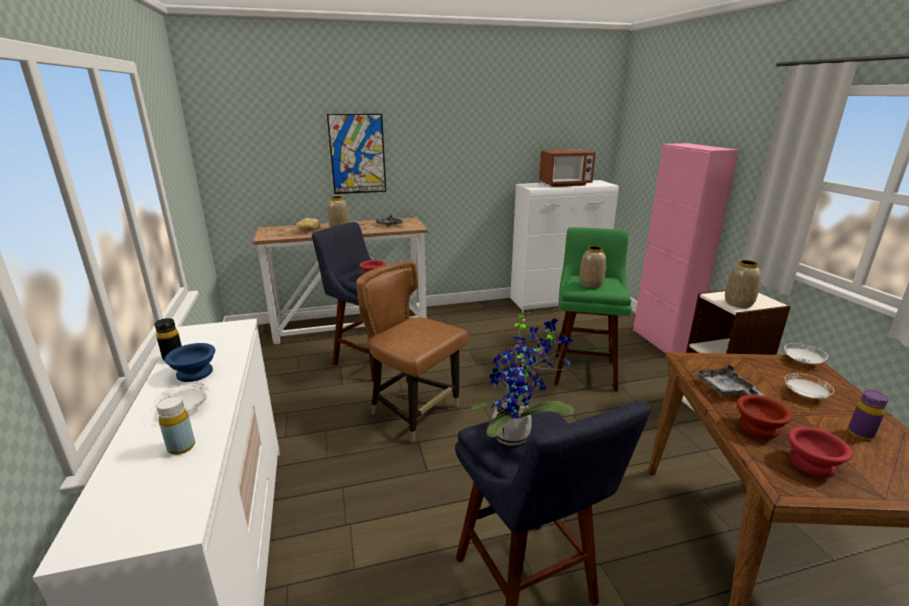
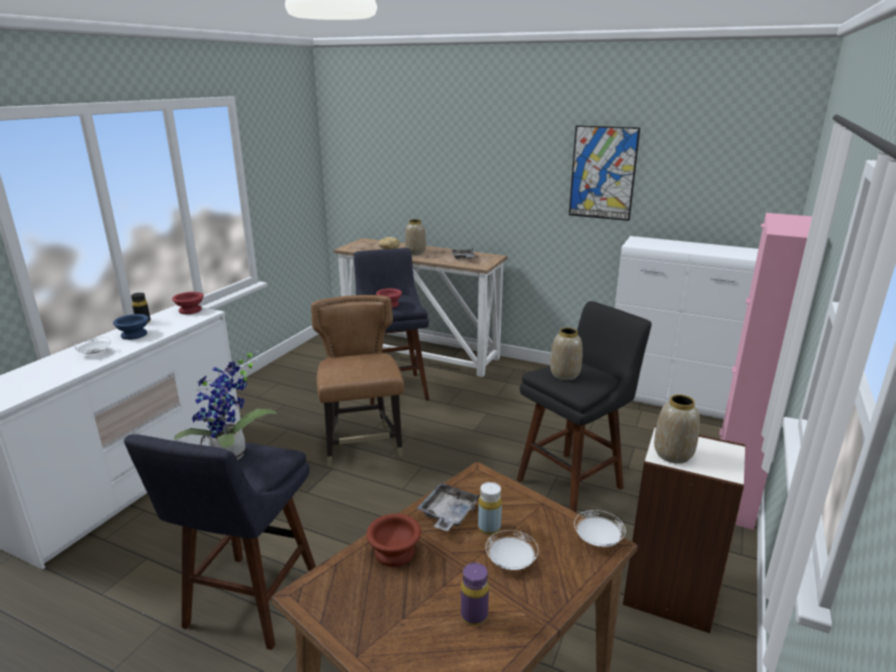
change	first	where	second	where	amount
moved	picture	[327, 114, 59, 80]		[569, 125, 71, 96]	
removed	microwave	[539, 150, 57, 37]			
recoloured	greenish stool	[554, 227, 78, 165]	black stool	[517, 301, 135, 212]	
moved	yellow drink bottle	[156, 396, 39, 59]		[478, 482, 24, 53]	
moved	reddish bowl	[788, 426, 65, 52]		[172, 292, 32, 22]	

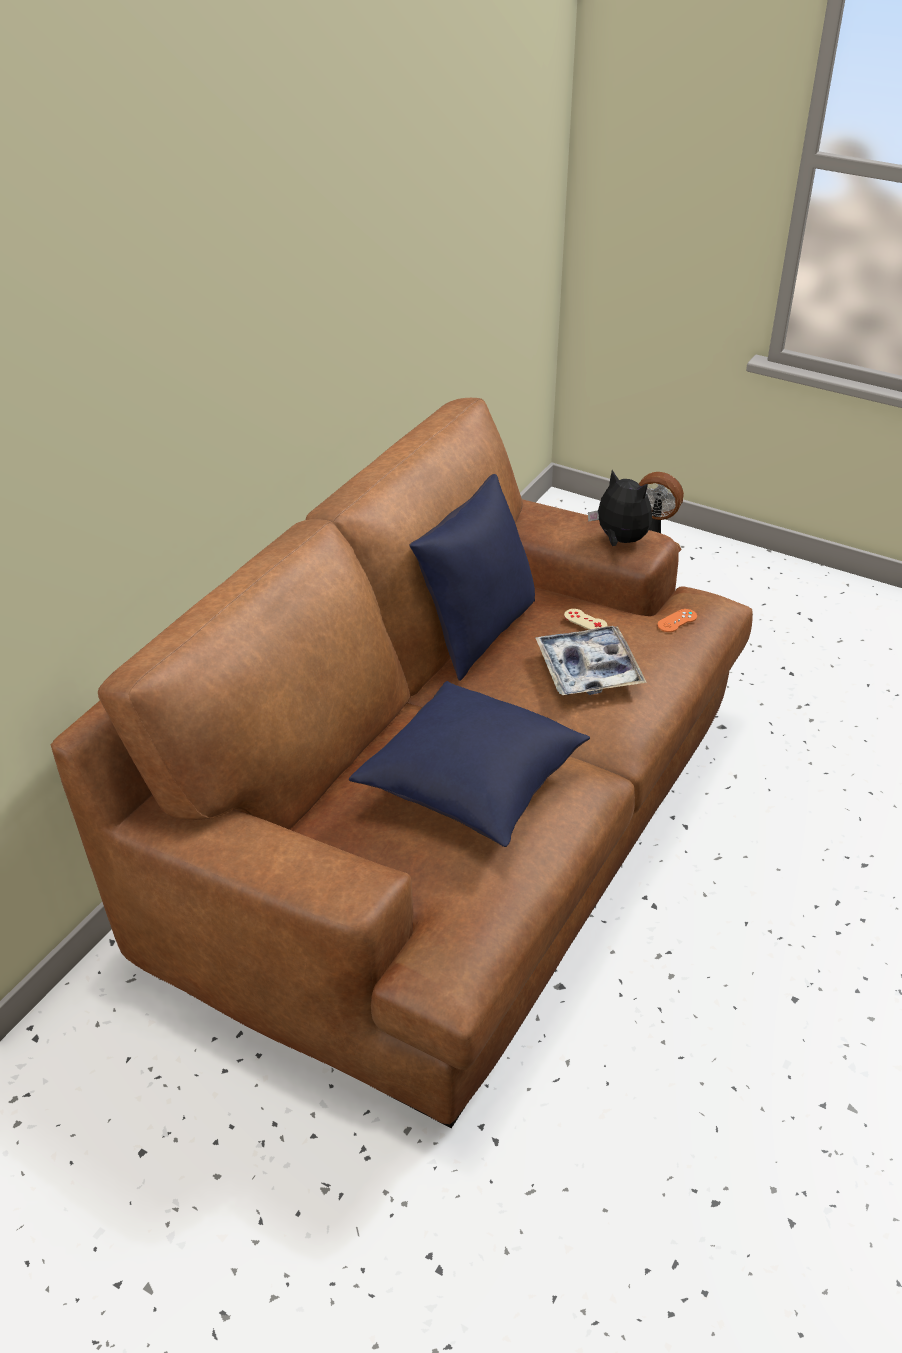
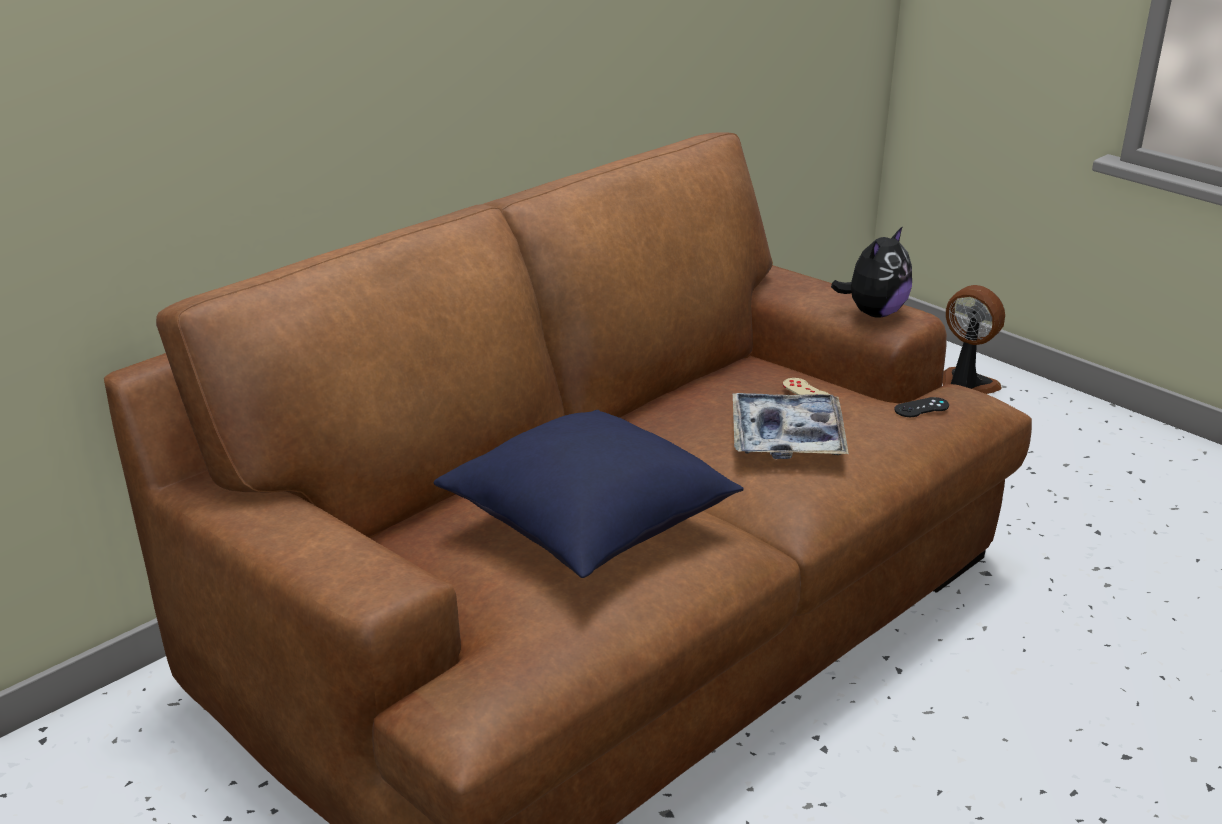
change	first	where	second	where	amount
turned	plush toy	[588, 470, 64, 76]		[831, 226, 81, 92]	75 degrees clockwise
removed	blue-coloured cushion	[409, 474, 126, 207]			
recoloured	orange game controller	[657, 609, 40, 23]	black game controller	[895, 397, 54, 20]	

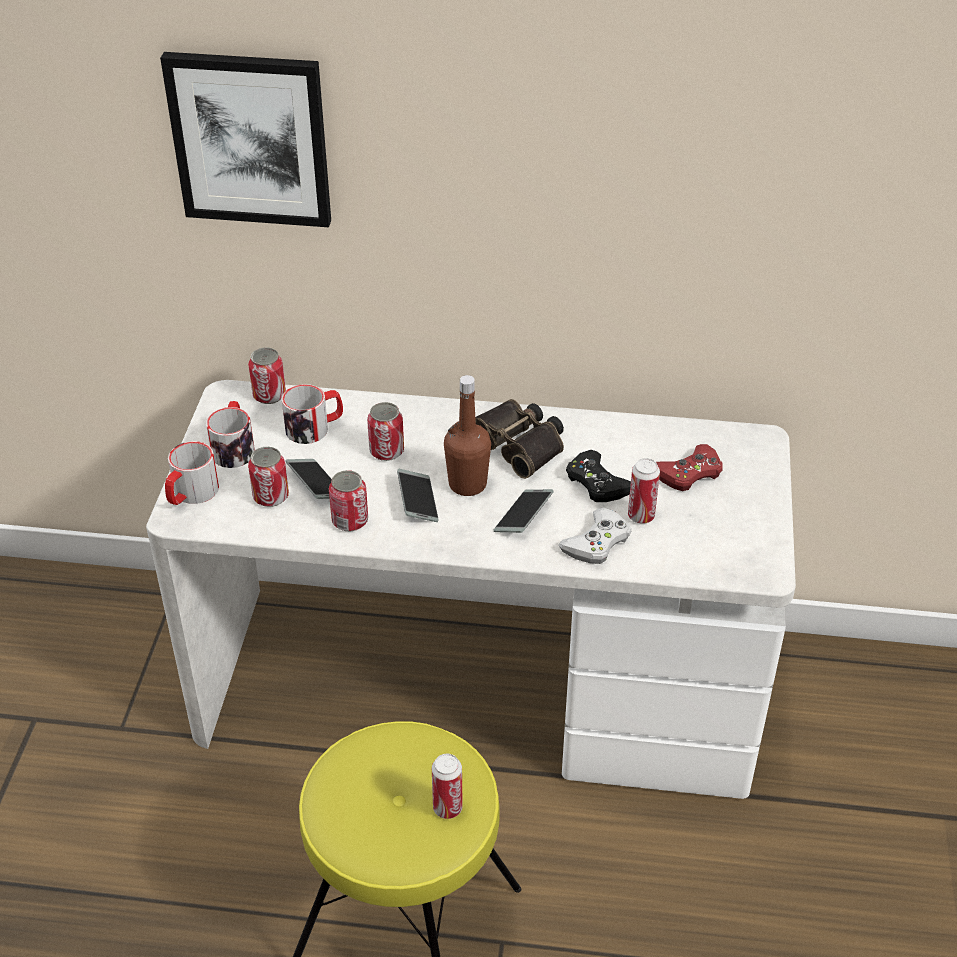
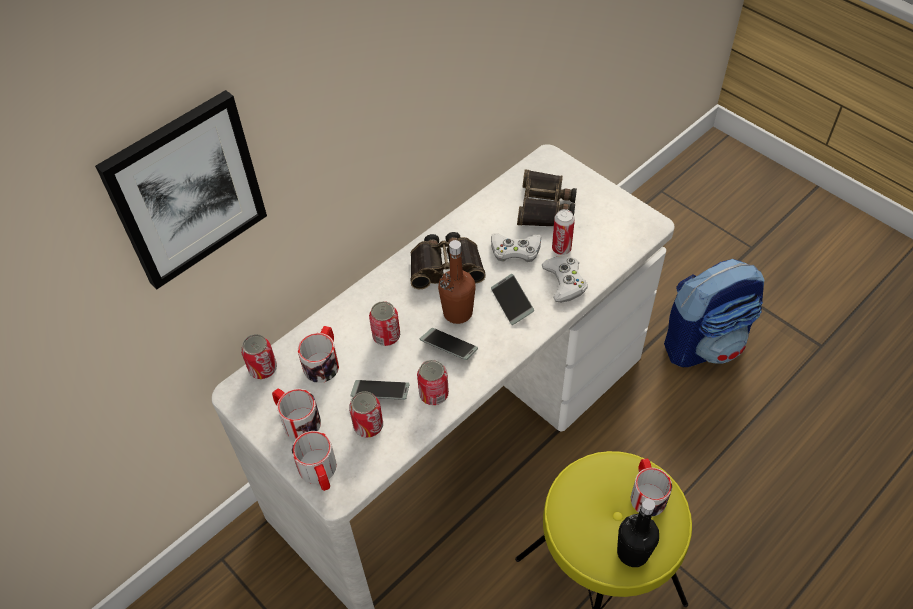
change	first	where	second	where	amount
replaced	reddish game controller	[656, 444, 67, 47]	pair of binoculars	[517, 169, 60, 57]	
recoloured	black game controller	[566, 450, 65, 52]	white-coloured game controller	[491, 233, 50, 29]	
replaced	metal can	[432, 754, 31, 65]	tea mug	[631, 459, 41, 57]	
added			backpack	[664, 259, 100, 108]	
added			black drink bottle	[617, 498, 42, 69]	

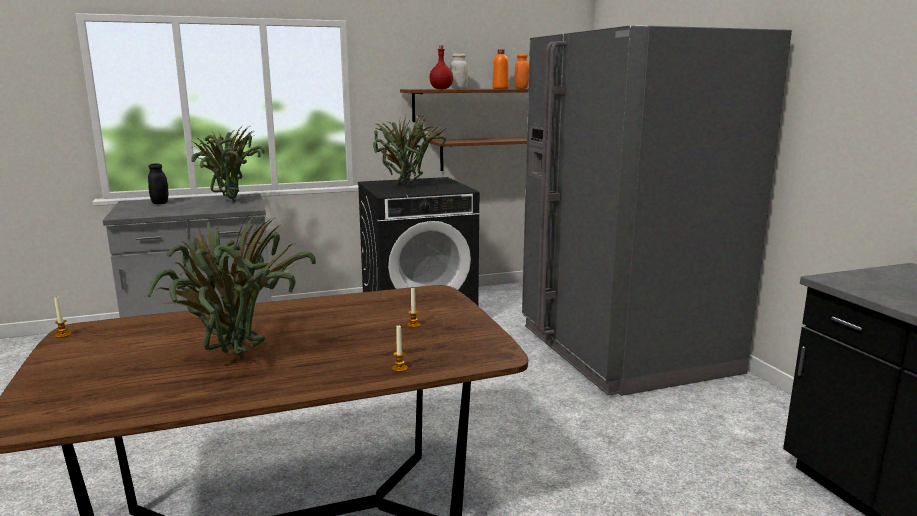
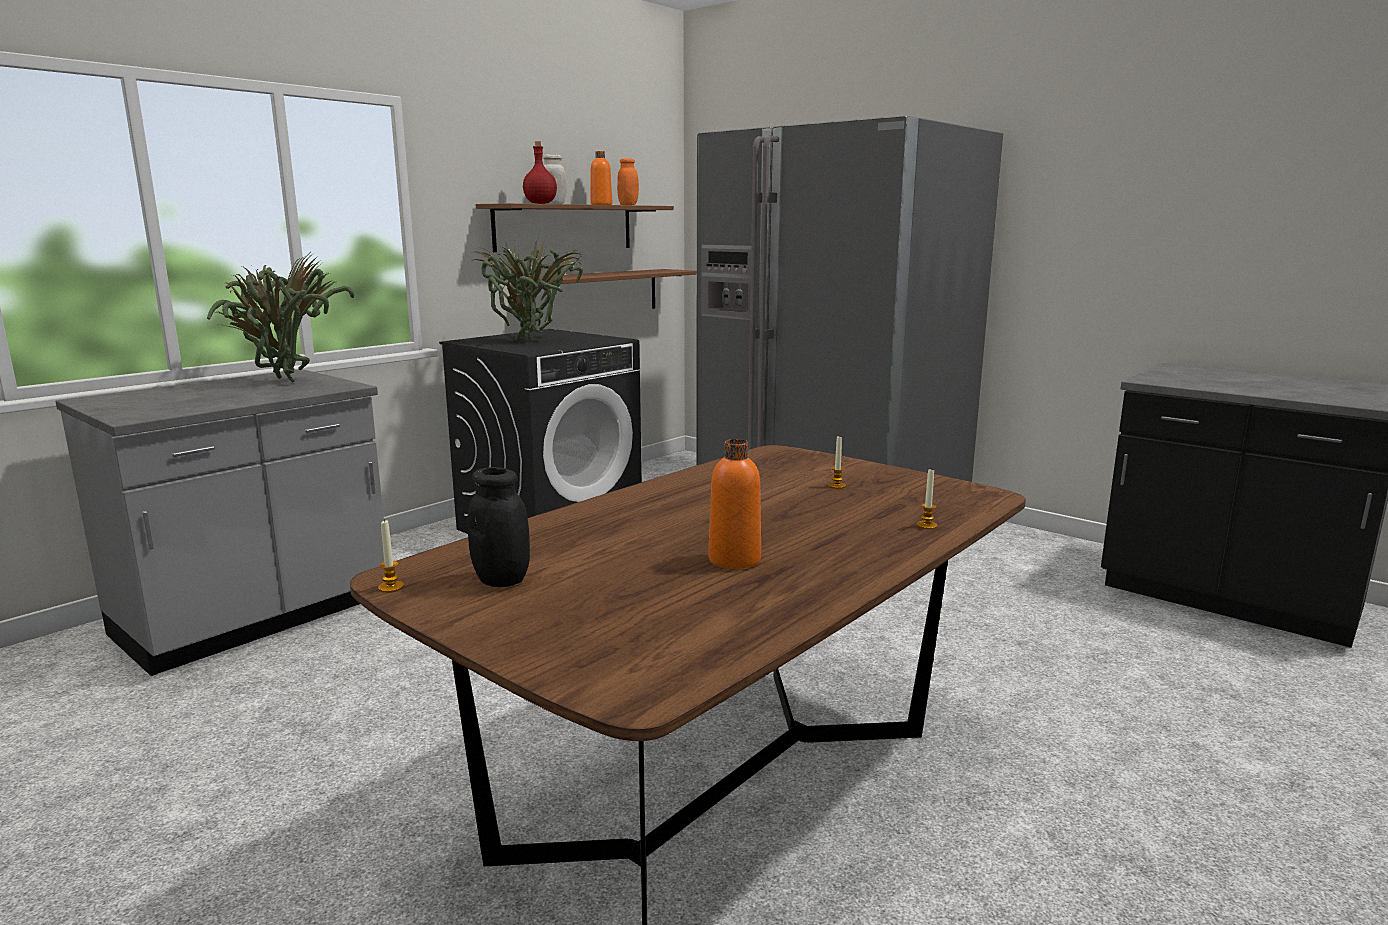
change	first	where	second	where	amount
moved	black preserve jar	[148, 164, 20, 40]		[467, 467, 63, 120]	
replaced	potted plant	[147, 214, 169, 144]	orange drink bottle	[708, 439, 53, 130]	

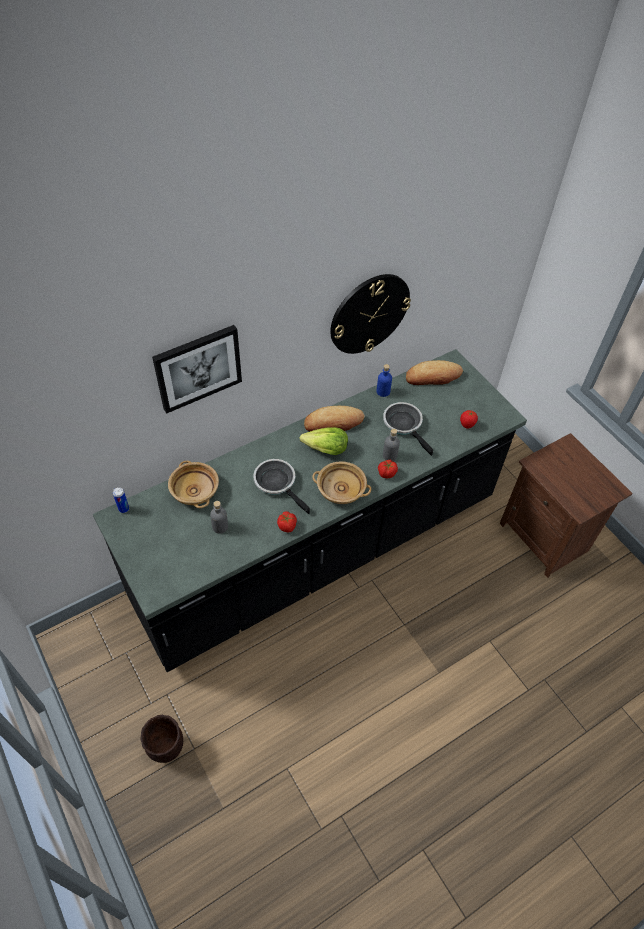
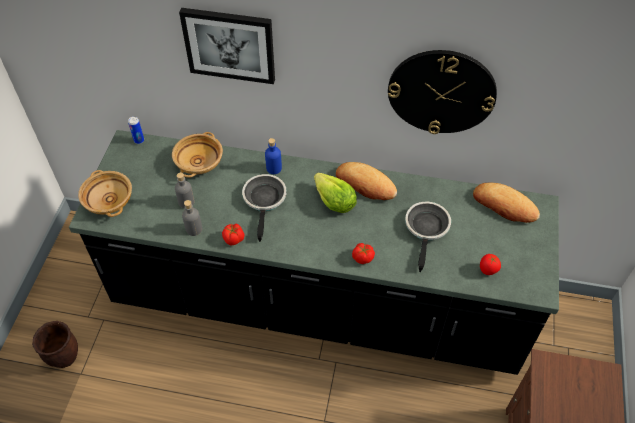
change	first	where	second	where	amount
moved	blue-coloured drink bottle	[377, 364, 15, 33]		[265, 138, 17, 36]	
moved	gray drink bottle	[383, 429, 17, 32]		[182, 200, 20, 36]	
moved	beige-coloured bowl	[312, 461, 59, 43]		[78, 170, 54, 47]	

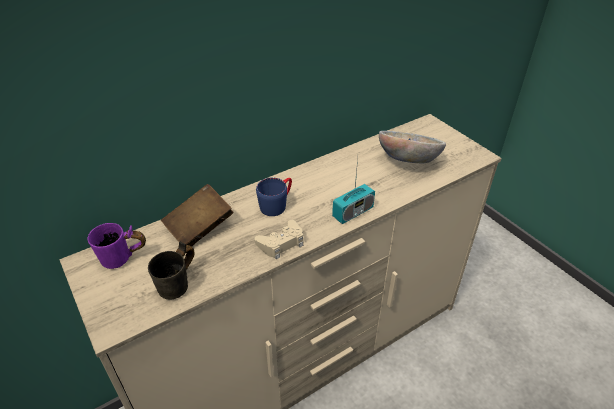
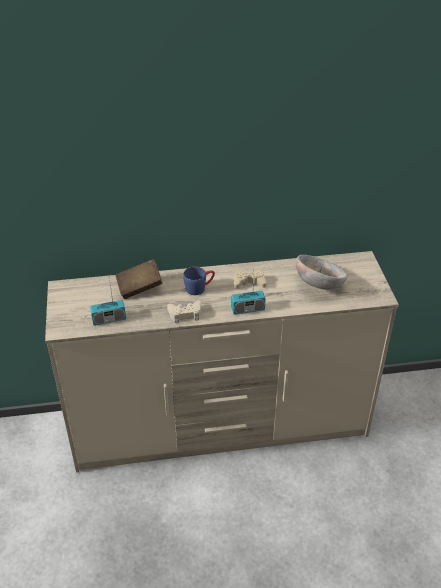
change	first	where	second	where	amount
removed	purple tea mug	[88, 223, 58, 46]			
replaced	gray tea mug	[148, 241, 47, 59]	radio	[90, 277, 36, 49]	
added			beige-coloured game controller	[234, 270, 33, 19]	

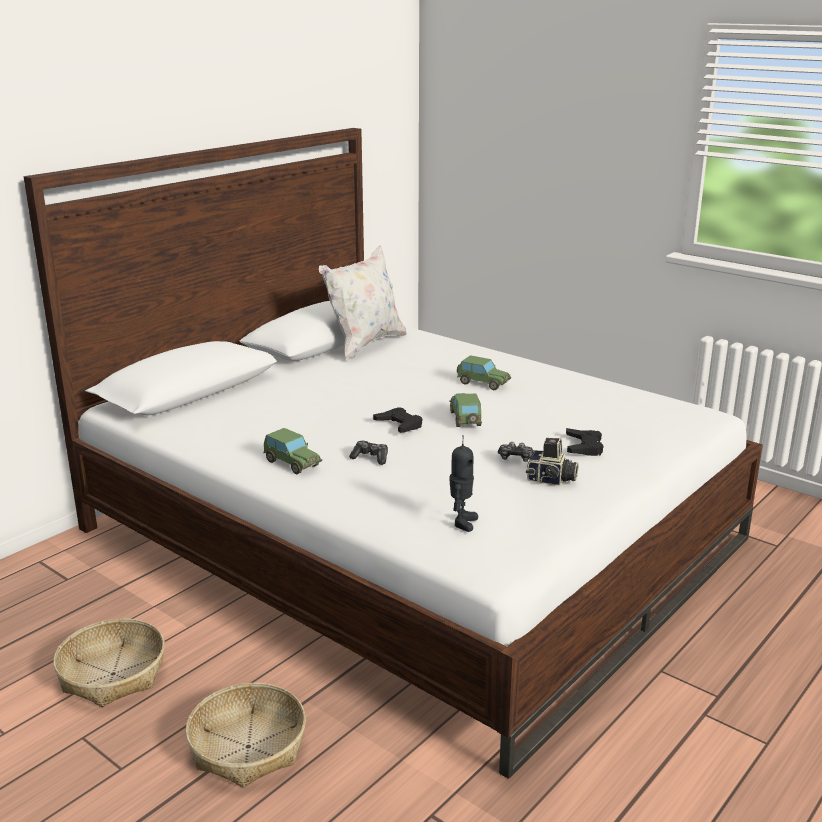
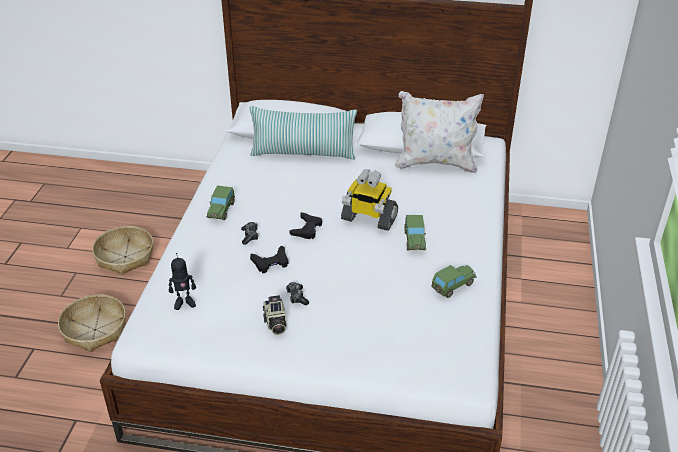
change	first	where	second	where	amount
moved	model car	[450, 393, 32, 34]		[431, 265, 46, 33]	
moved	black game controller	[566, 428, 38, 28]		[250, 246, 39, 27]	
added			cushion	[250, 106, 107, 54]	
added			robot figure	[341, 169, 57, 62]	

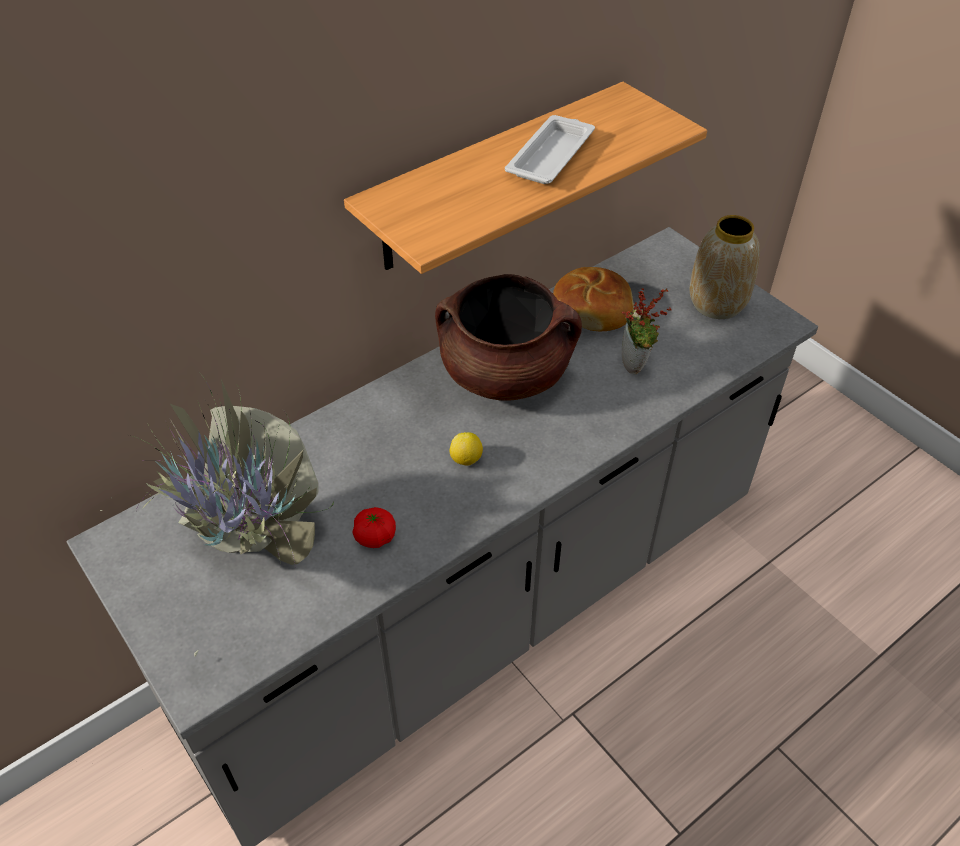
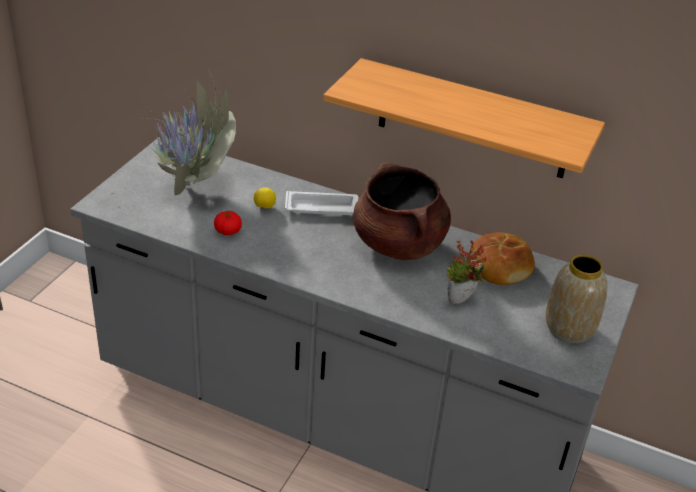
change	first	where	second	where	amount
moved	white-coloured carrying tray	[505, 115, 90, 69]		[285, 191, 73, 24]	
moved	whole lemon	[450, 432, 33, 34]		[254, 187, 22, 22]	

